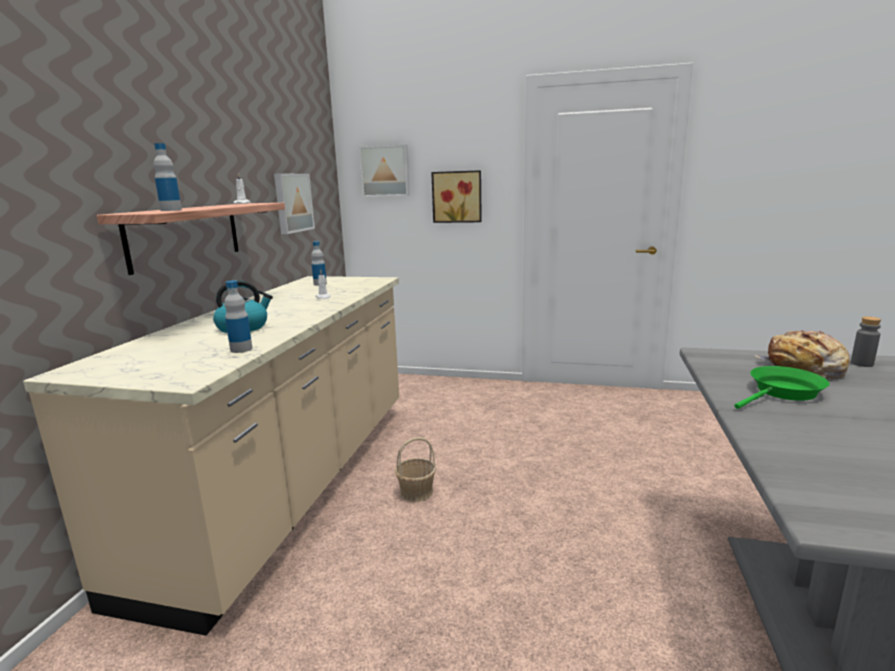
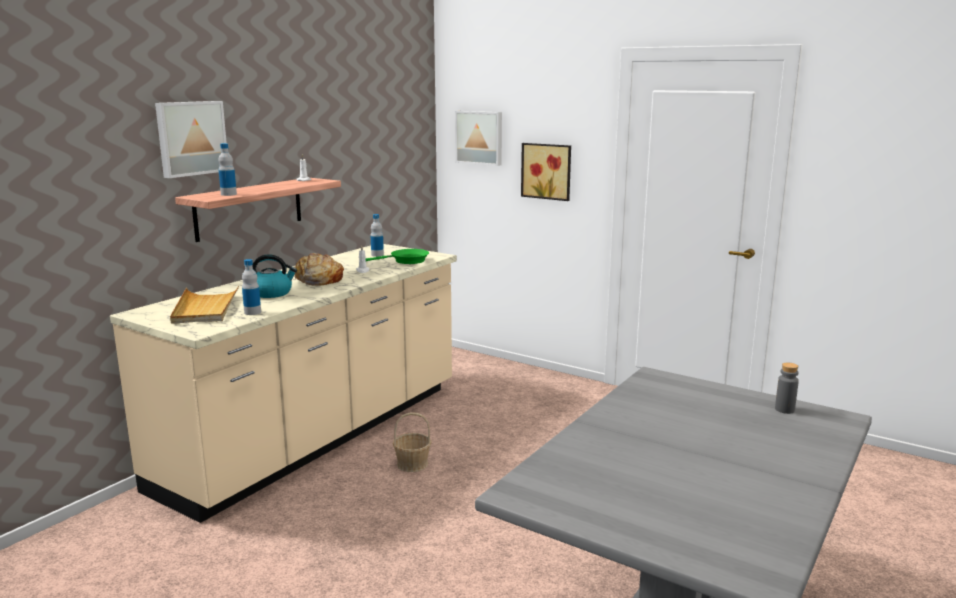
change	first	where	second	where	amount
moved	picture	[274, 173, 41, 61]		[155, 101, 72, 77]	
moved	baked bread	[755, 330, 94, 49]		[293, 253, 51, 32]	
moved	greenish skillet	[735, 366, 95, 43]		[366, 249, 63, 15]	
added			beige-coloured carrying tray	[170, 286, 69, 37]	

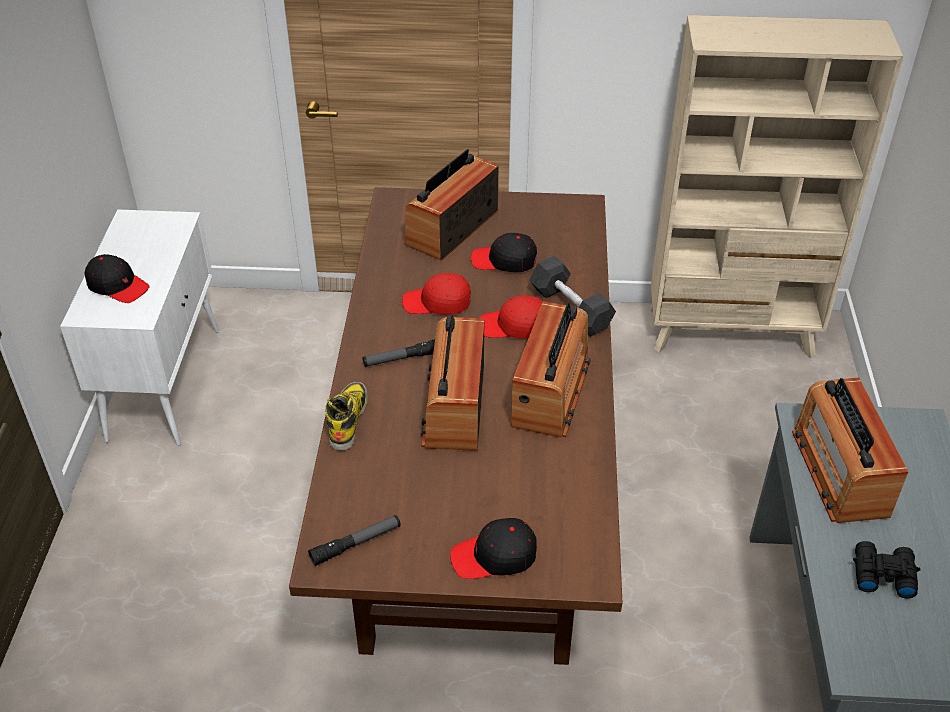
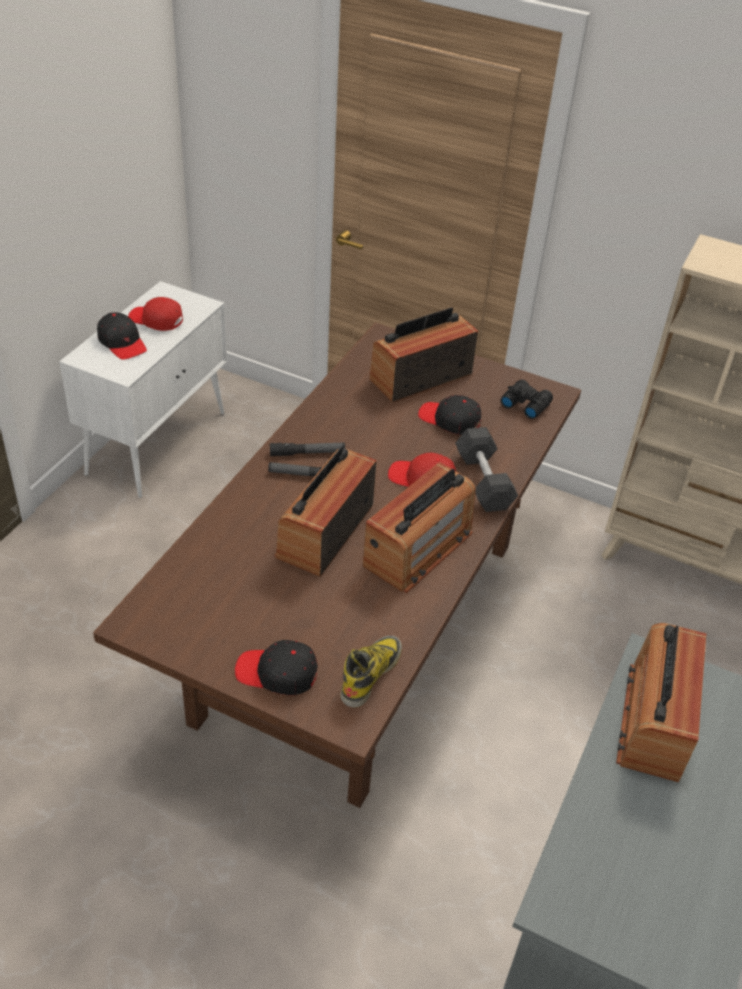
change	first	where	second	where	amount
moved	reddish cap	[402, 273, 69, 42]		[128, 297, 55, 34]	
moved	tall boot	[325, 382, 43, 69]		[340, 636, 62, 72]	
moved	flashlight	[308, 515, 93, 51]		[270, 443, 75, 13]	
moved	black pair of binoculars	[853, 541, 68, 58]		[500, 380, 53, 39]	

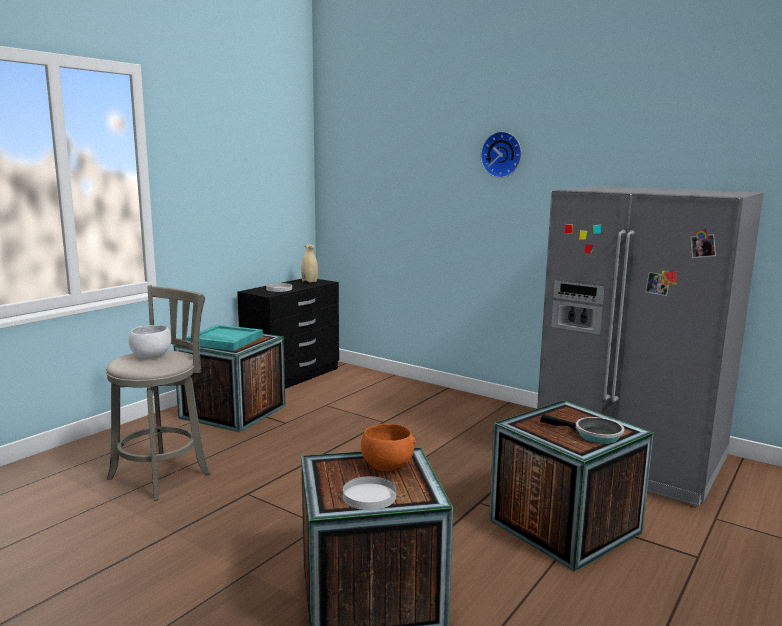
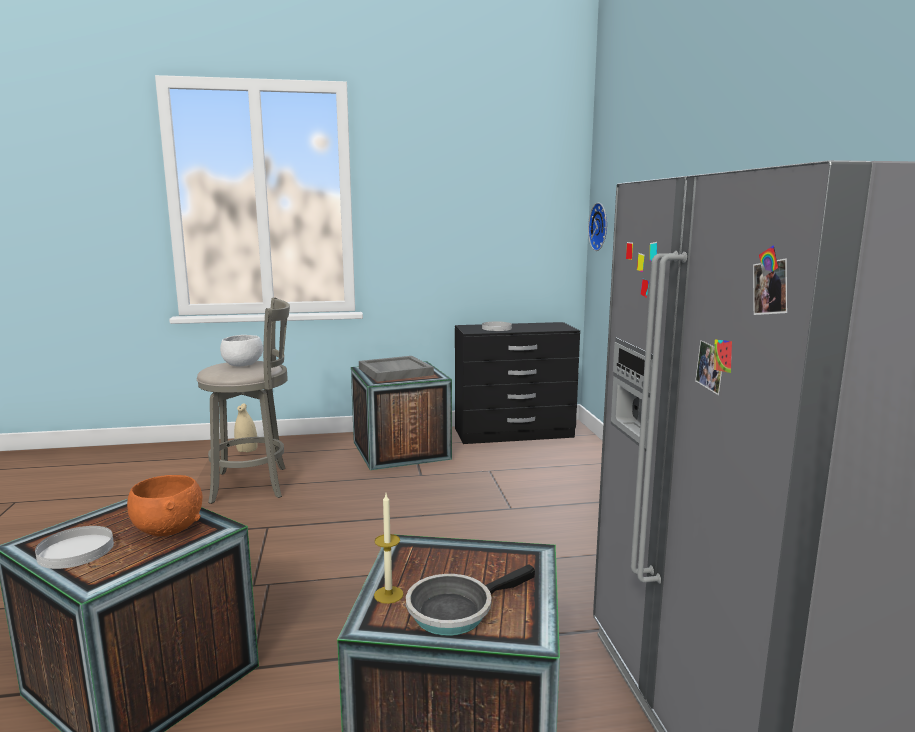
change	first	where	second	where	amount
moved	hanging clock	[480, 131, 42, 47]		[588, 203, 19, 48]	
moved	beige-coloured flower vase	[301, 244, 17, 39]		[234, 404, 23, 48]	
recoloured	turquoise carrying tray	[186, 325, 77, 26]	gray carrying tray	[359, 356, 75, 26]	
turned	skillet	[540, 414, 85, 30]		[406, 564, 129, 72]	75 degrees clockwise
added			wax light	[374, 494, 30, 110]	

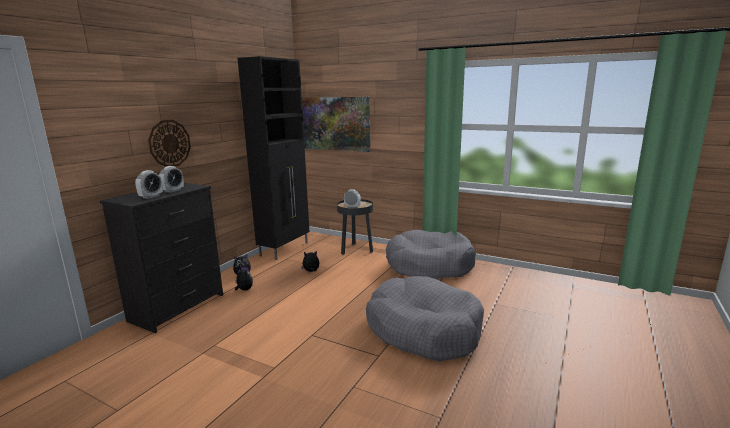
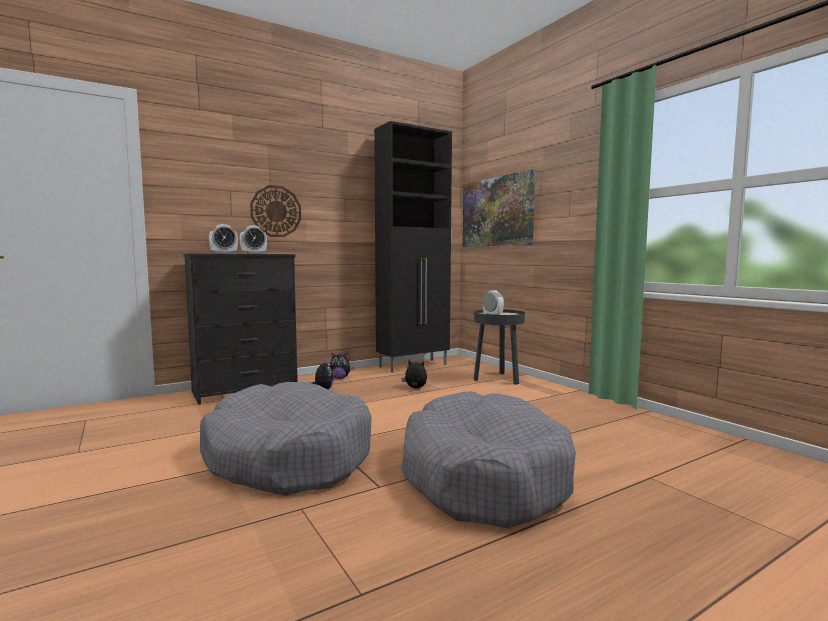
change	first	where	second	where	amount
moved	gray pet bed	[386, 230, 90, 49]		[200, 382, 172, 114]	

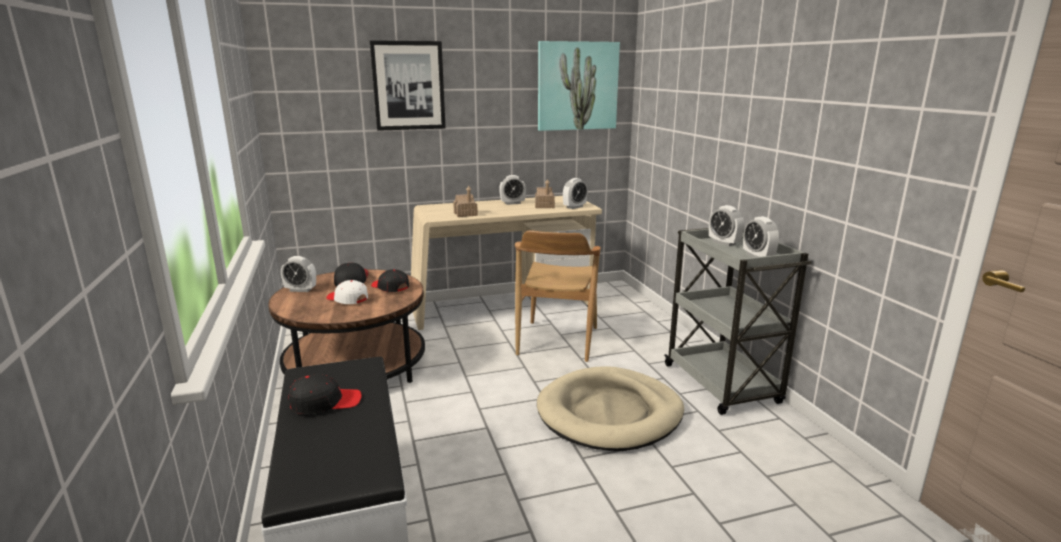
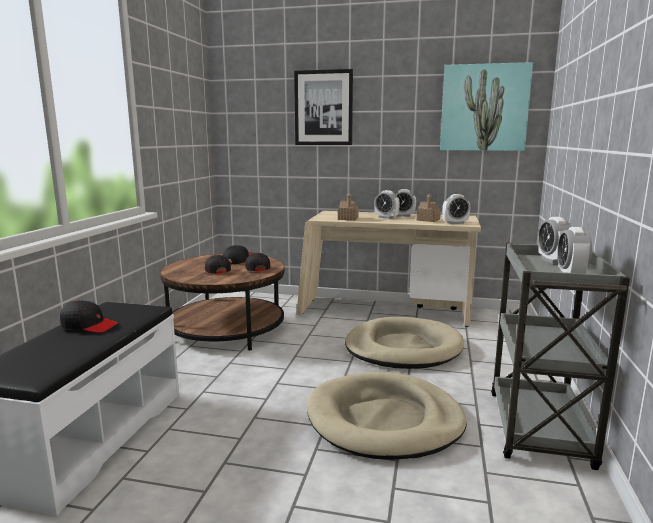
change	first	where	second	where	amount
replaced	brown-coloured chair	[515, 230, 86, 132]	beige-coloured pet bed	[345, 317, 119, 52]	
moved	table clock	[281, 256, 35, 36]		[374, 190, 26, 29]	
recoloured	white-coloured cap	[326, 280, 42, 24]	black cap	[204, 255, 27, 19]	

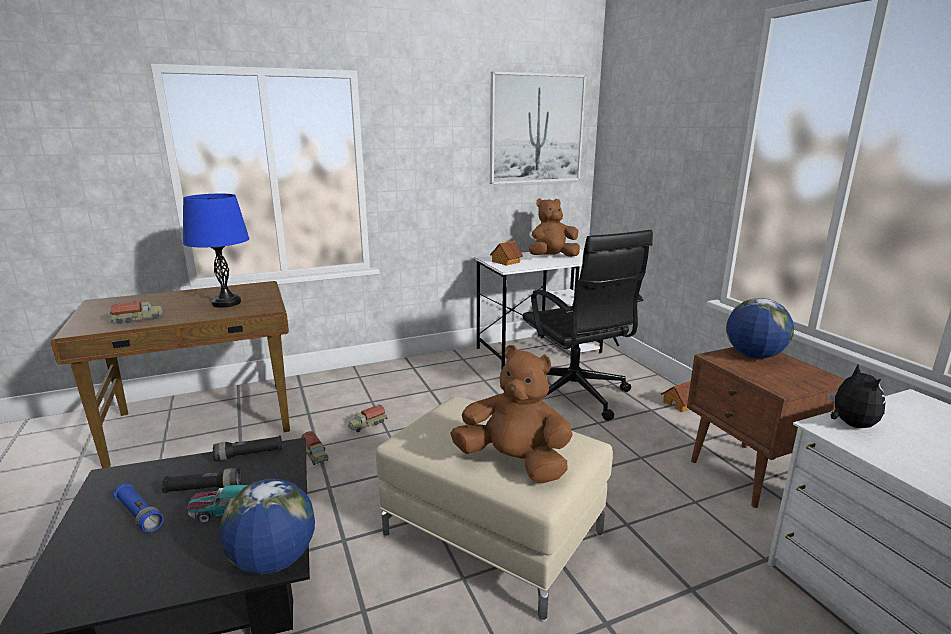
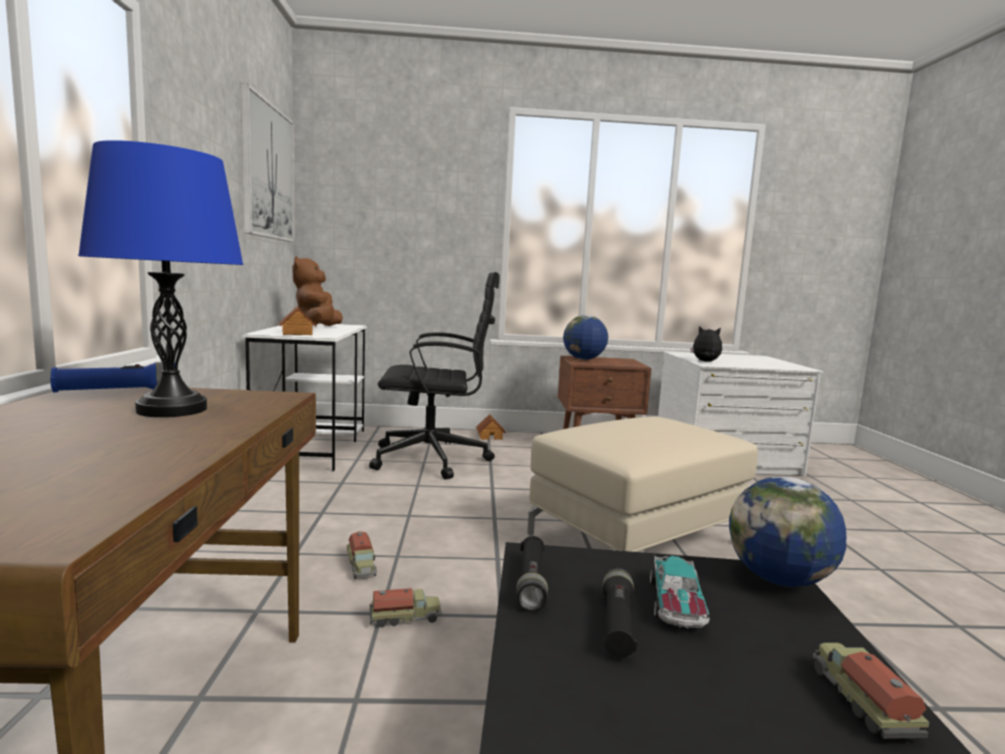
change	first	where	second	where	amount
moved	model truck	[110, 301, 53, 23]		[813, 643, 116, 96]	
removed	brown-coloured plush toy	[450, 345, 123, 138]			
moved	blue-coloured flashlight	[113, 484, 51, 49]		[50, 362, 125, 30]	

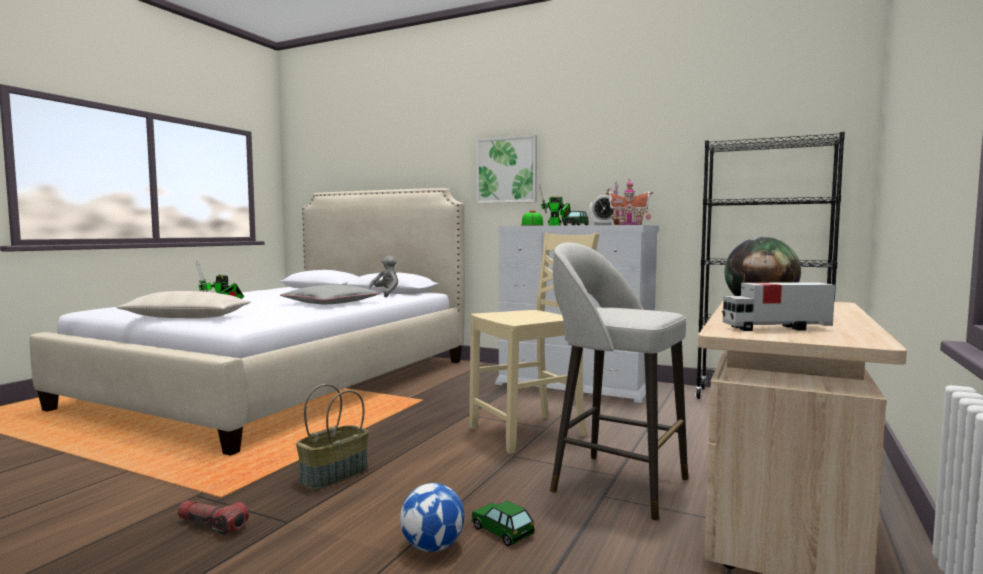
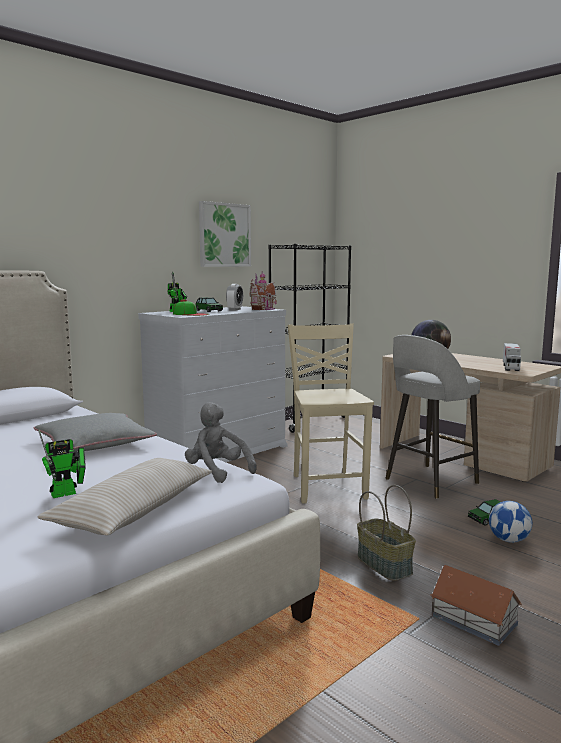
change	first	where	second	where	amount
moved	picture	[476, 135, 61, 69]		[199, 201, 52, 66]	
moved	gray plush toy	[367, 256, 31, 41]		[185, 402, 72, 81]	
replaced	flashlight	[178, 501, 71, 34]	miniature house	[430, 565, 92, 81]	

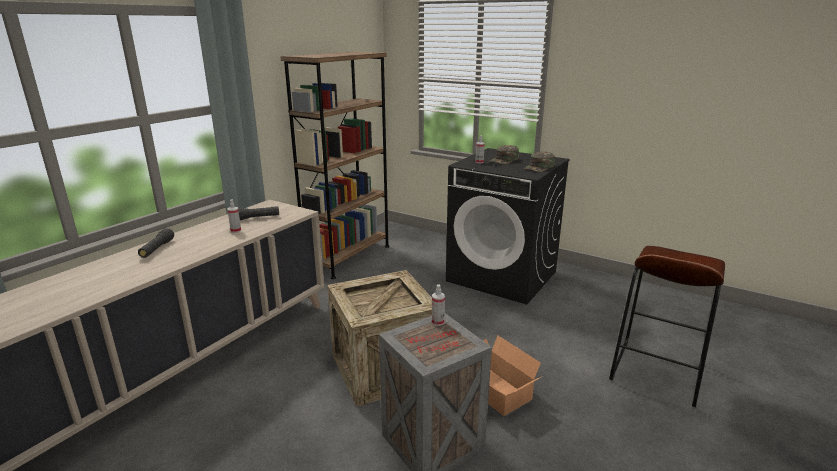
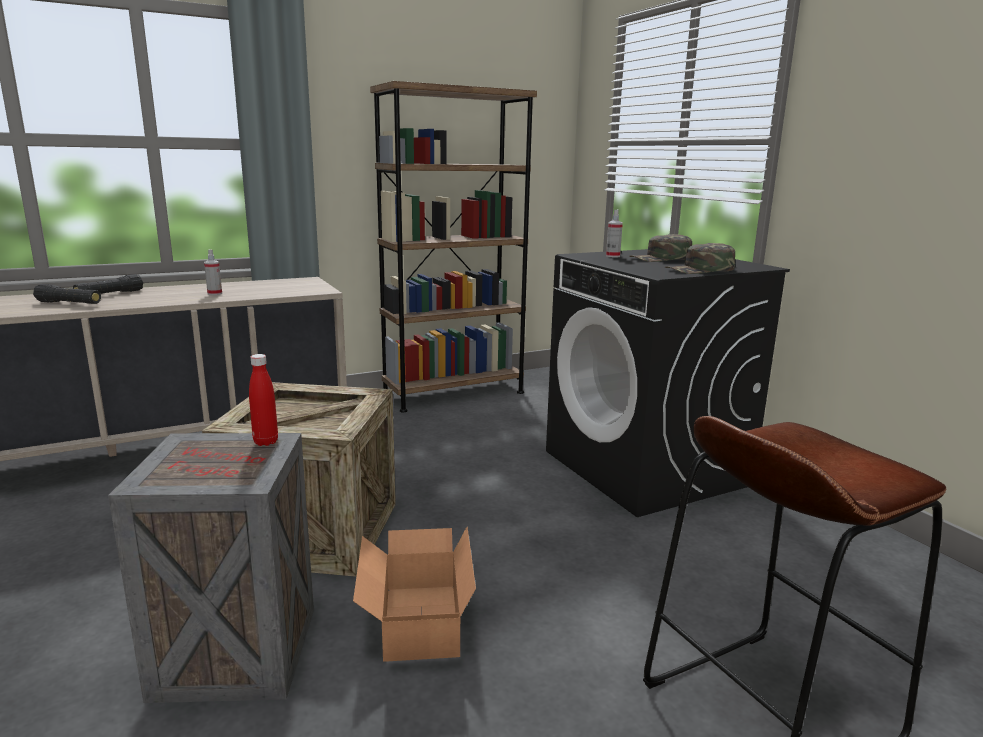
change	first	where	second	where	amount
moved	black flashlight	[238, 206, 41, 14]		[33, 284, 68, 20]	
replaced	sprayer	[432, 284, 13, 42]	reddish drink bottle	[249, 354, 29, 92]	

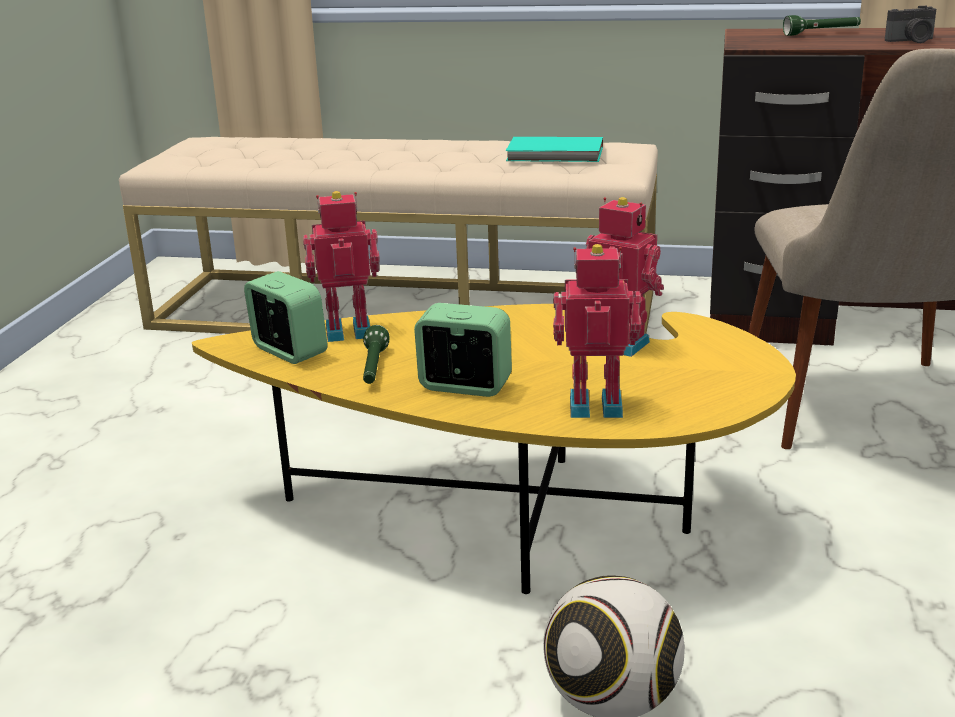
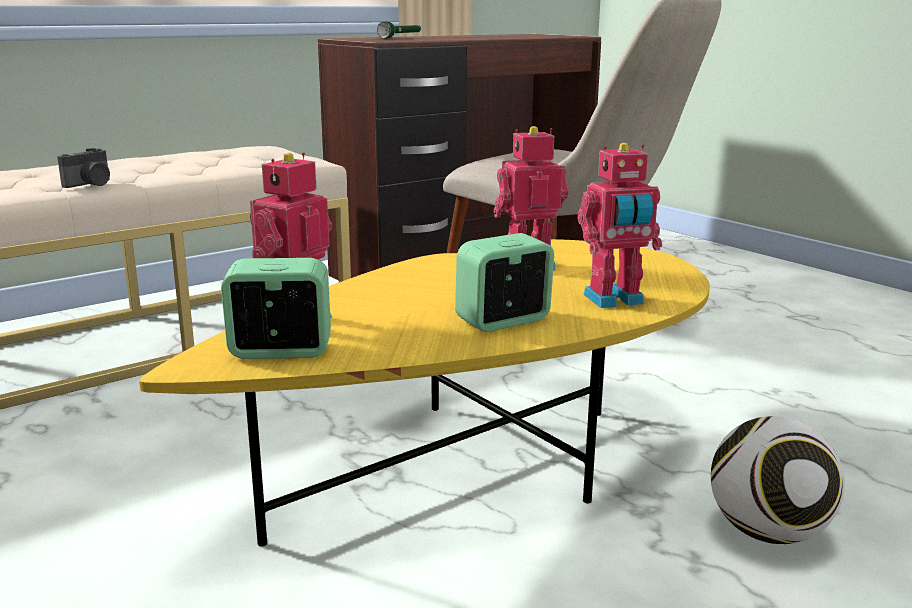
change	first	where	second	where	amount
moved	photo camera	[885, 6, 51, 37]		[57, 148, 53, 40]	
removed	turquoise book	[506, 137, 97, 25]			
turned	robot figure	[553, 244, 88, 174]		[578, 143, 84, 165]	150 degrees counterclockwise
removed	greenish flashlight	[363, 325, 27, 59]			

